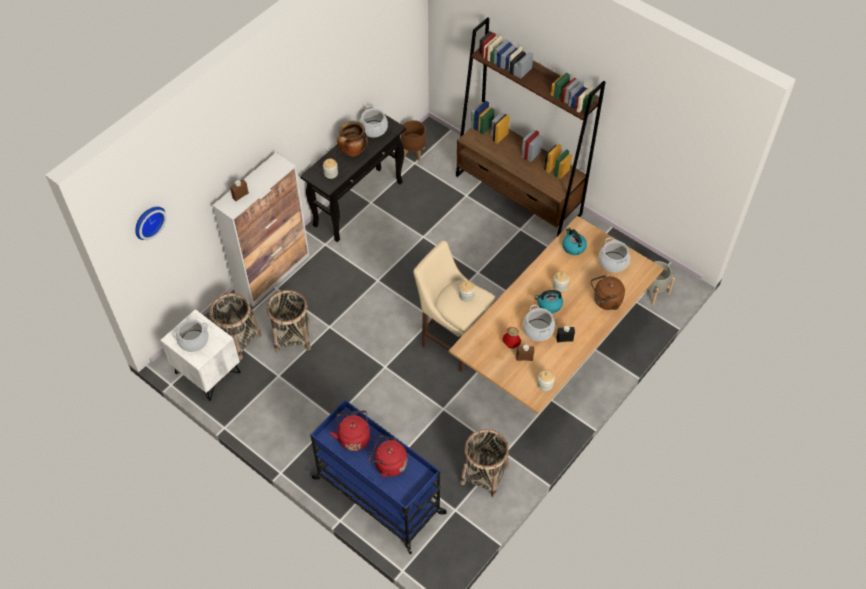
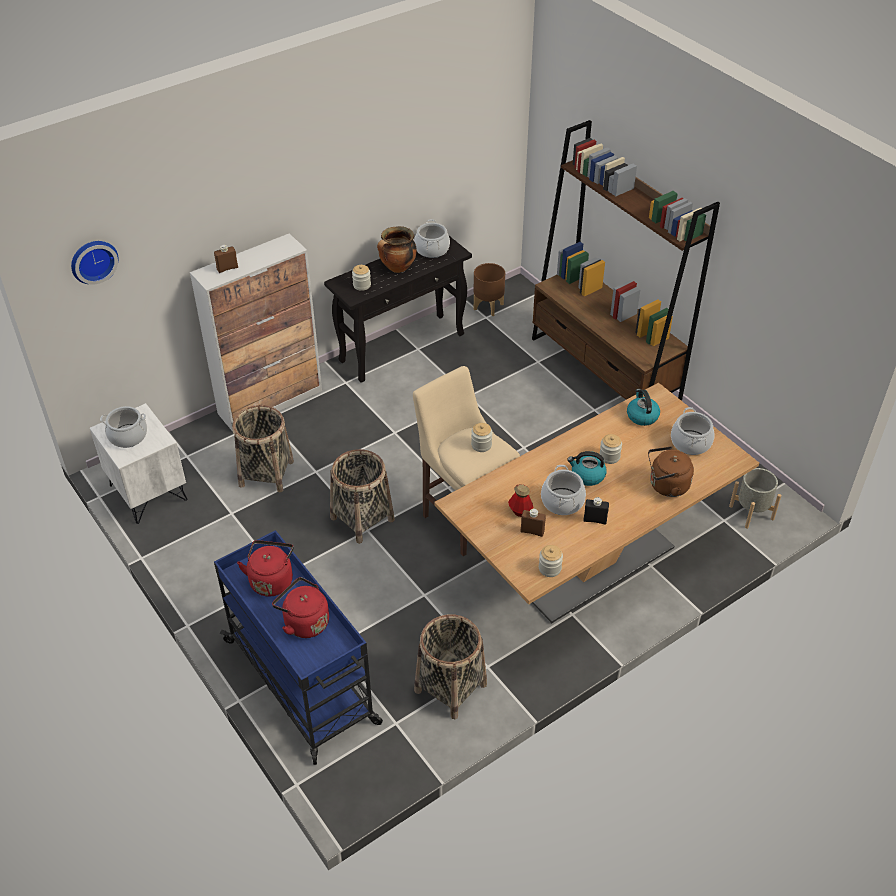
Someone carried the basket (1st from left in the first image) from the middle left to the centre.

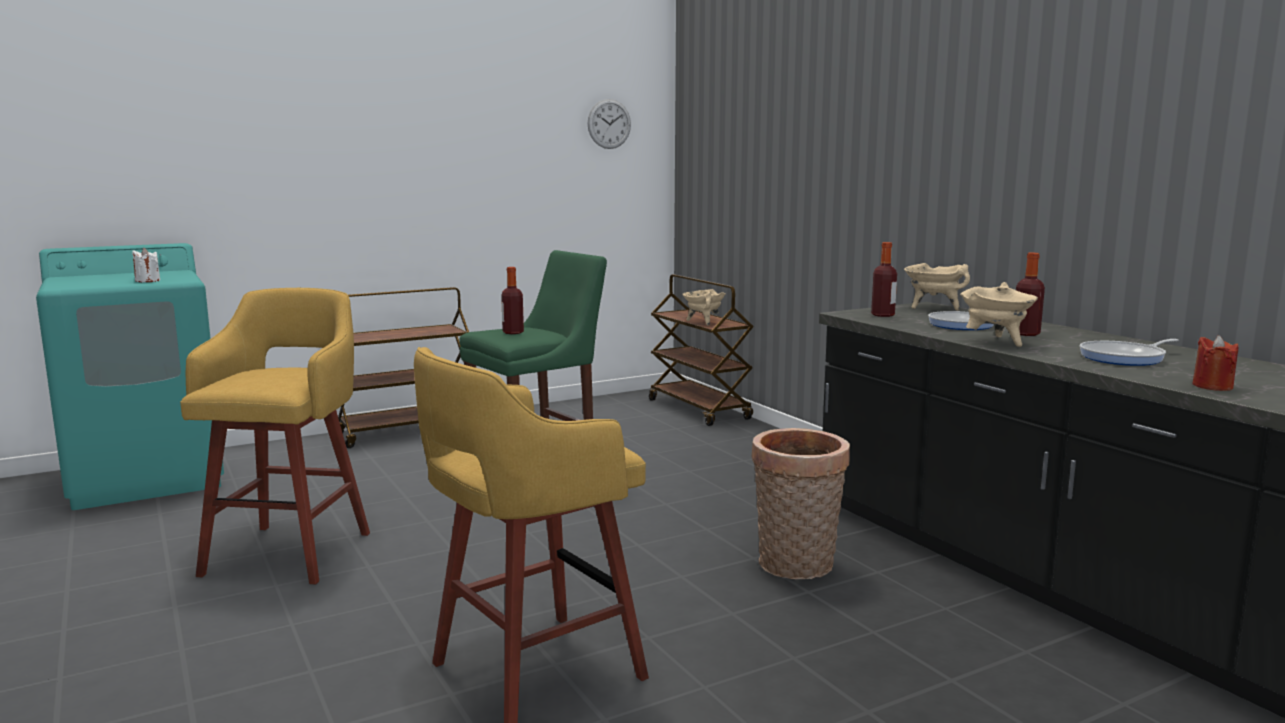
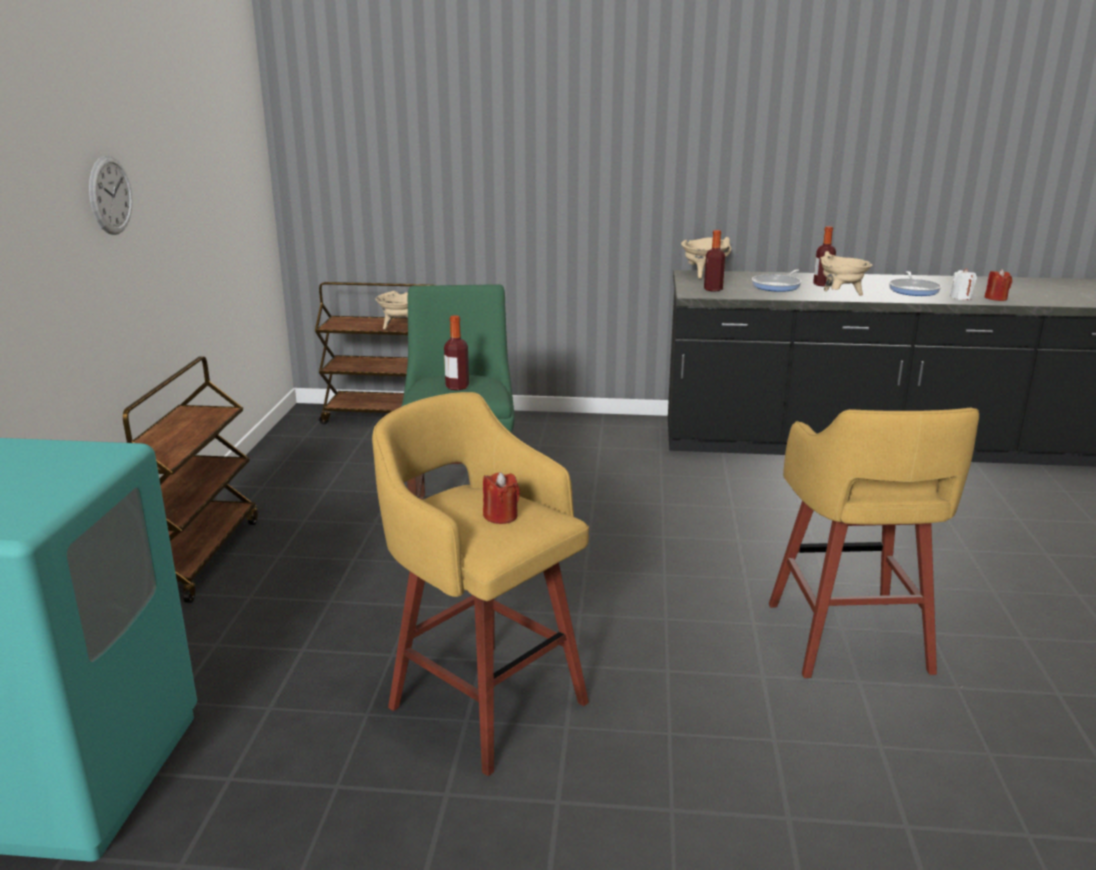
Someone carried the hanging clock from the top centre to the top left. Someone carried the wax candle/white from the middle left to the top right. Someone took away the basket at the bottom centre. Someone put down the wax candle/red-coloured (1st from left) at the centre.

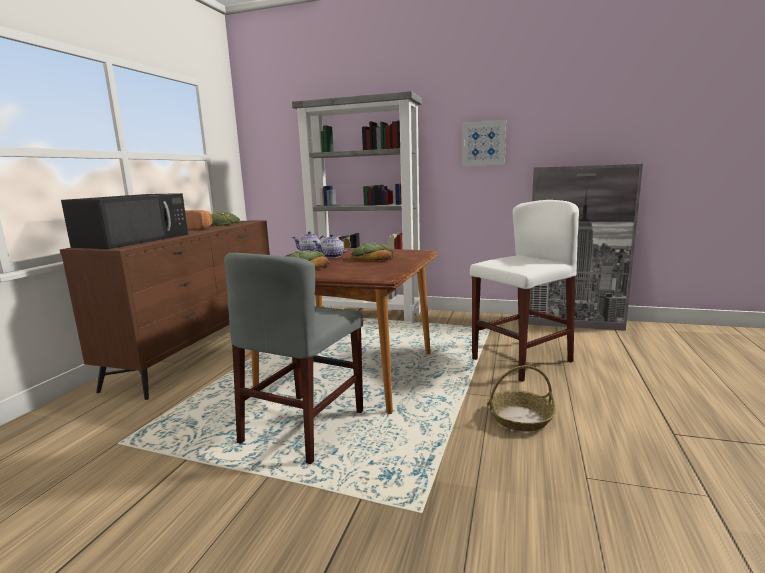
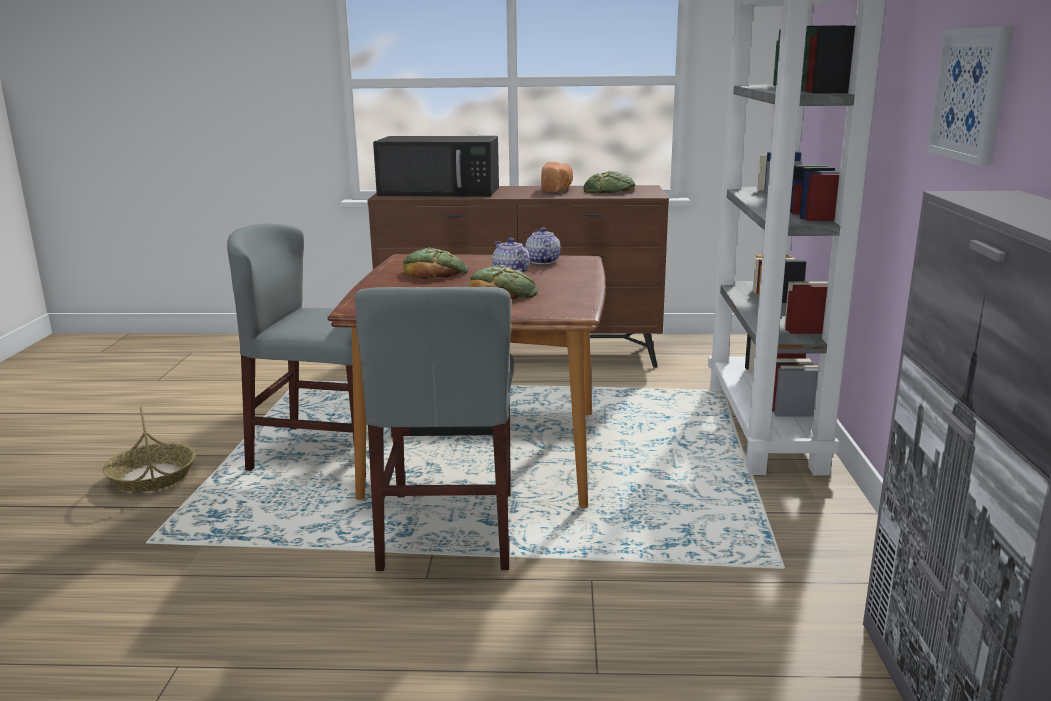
Someone took away the stool seat/white at the middle right. Someone carried the basket from the bottom right to the middle left. Someone put down the upright chair/greyish (2nd from left) at the centre.

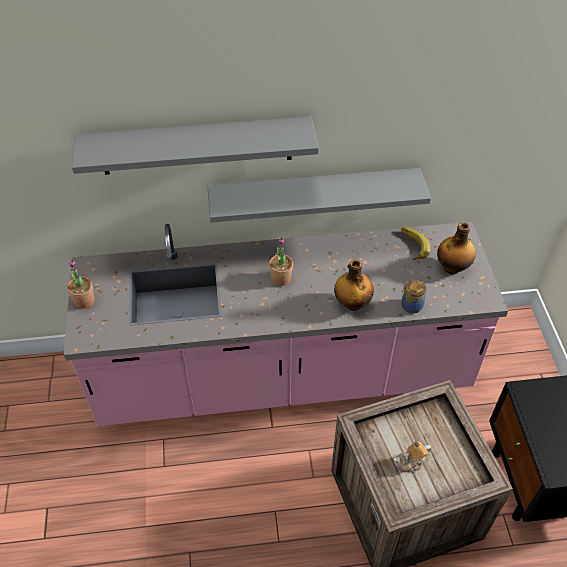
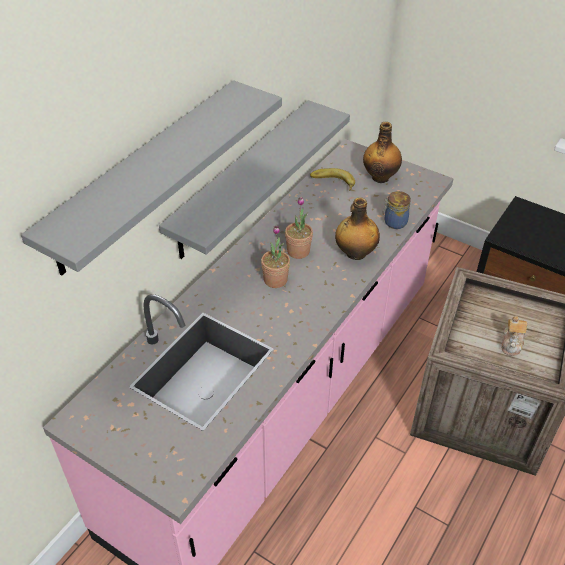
Someone carried the houseplant (1st from left in the first image) from the middle left to the centre.

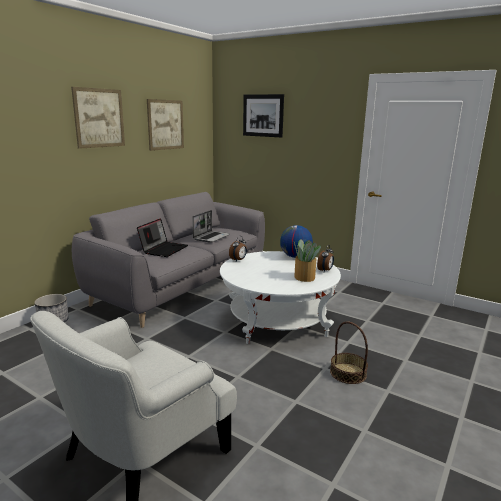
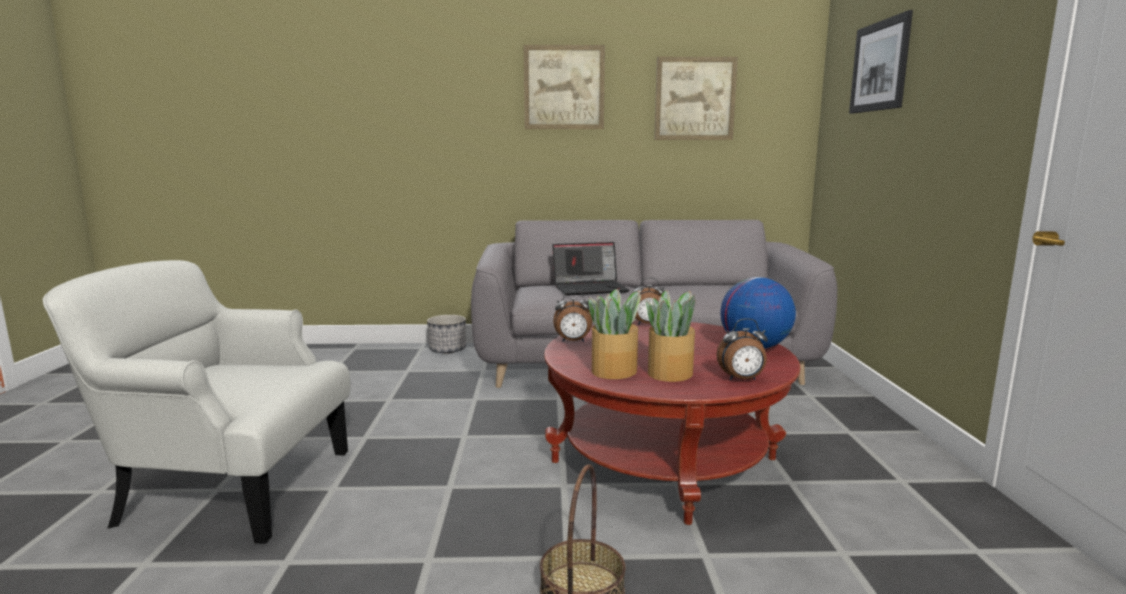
Someone took away the notebook computer (2nd from left) at the centre. Someone repainted the coffee table/white at the centre, which became the coffee table/red-coloured at the bottom centre. Someone put down the houseplant (1st from left) at the centre. Someone put down the bedside clock (1st from left) at the centre.

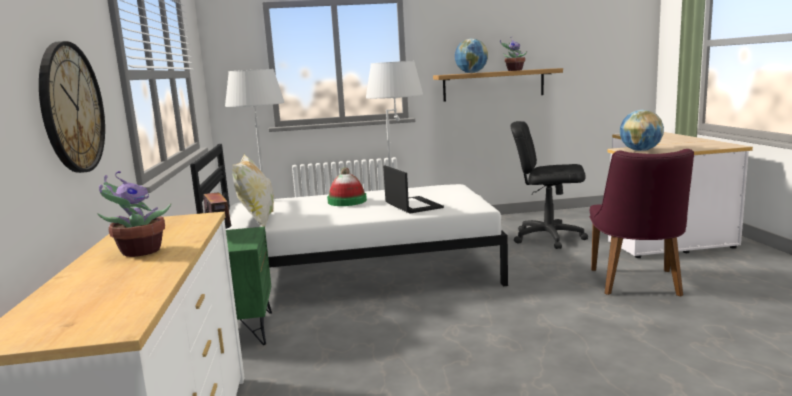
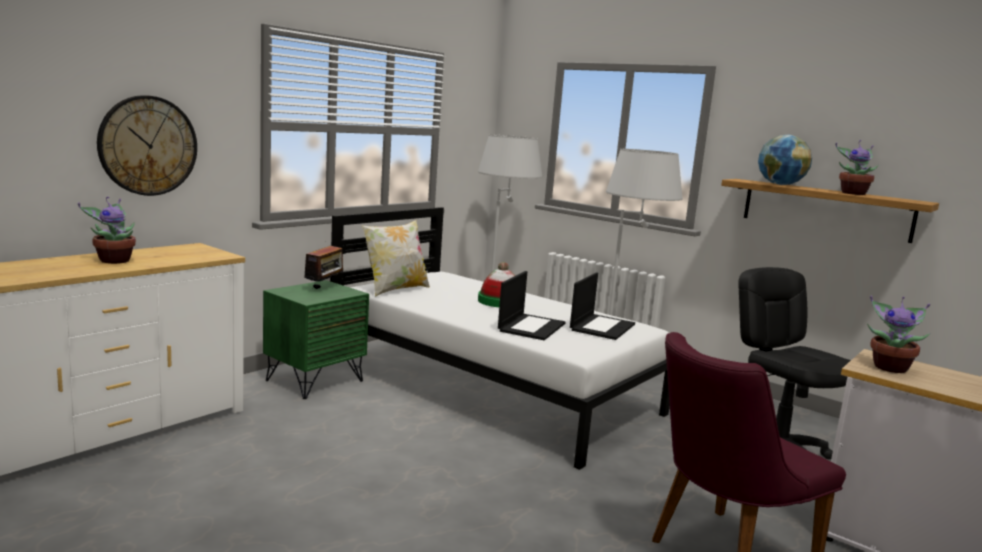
Someone swapped the globe (2nd from left) at the top right for the houseplant (3rd from left) at the middle right. Someone put down the notebook computer (2nd from left) at the centre.

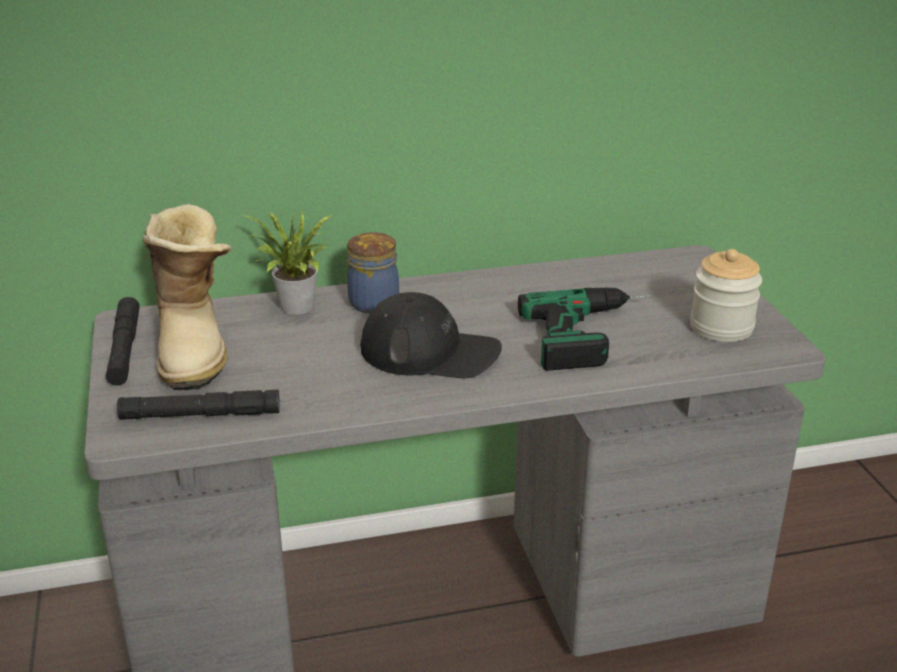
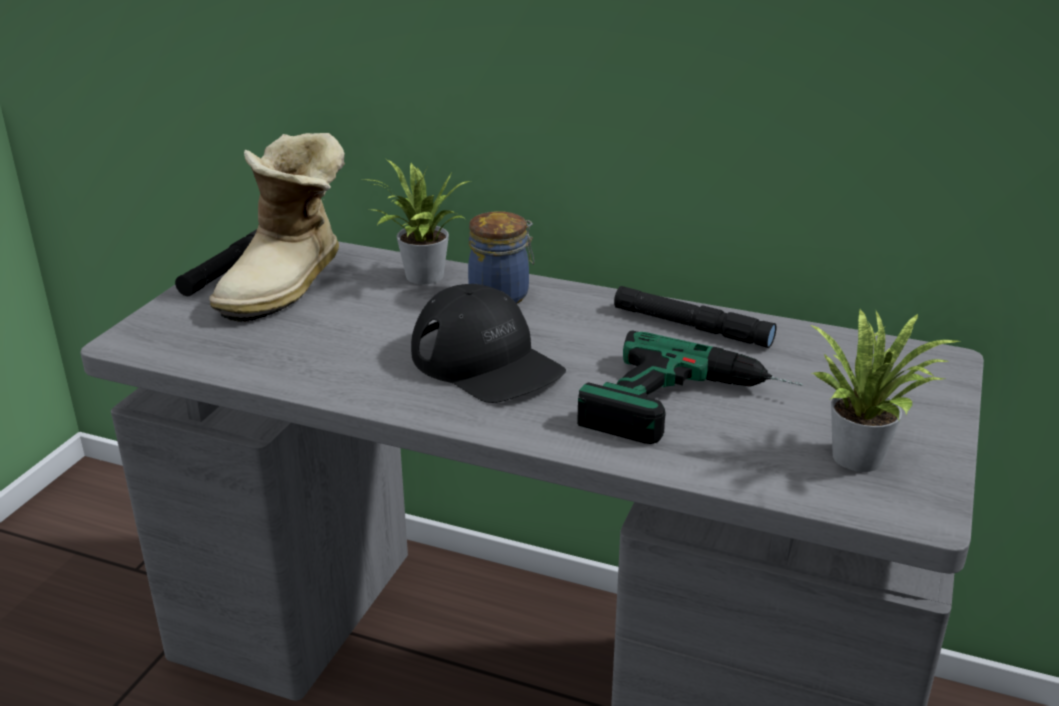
Someone swapped the storage jar (2nd from left) at the middle right for the houseplant (2nd from left) at the middle right. Someone carried the hand torch/black-coloured (2nd from left) from the middle left to the centre.

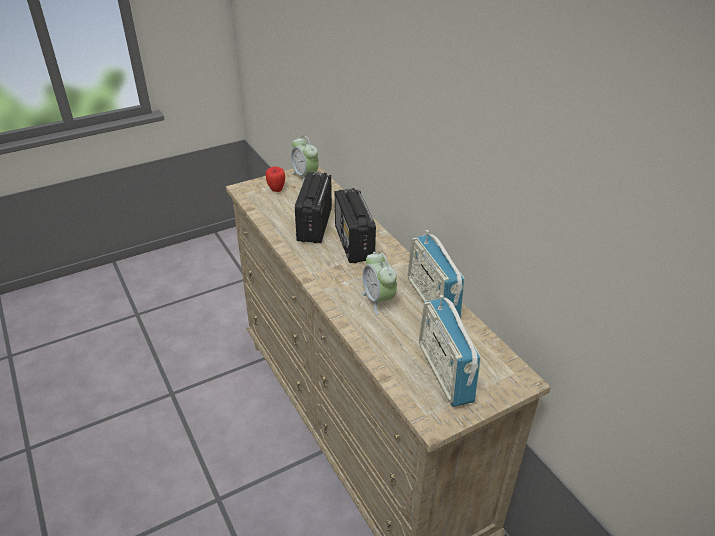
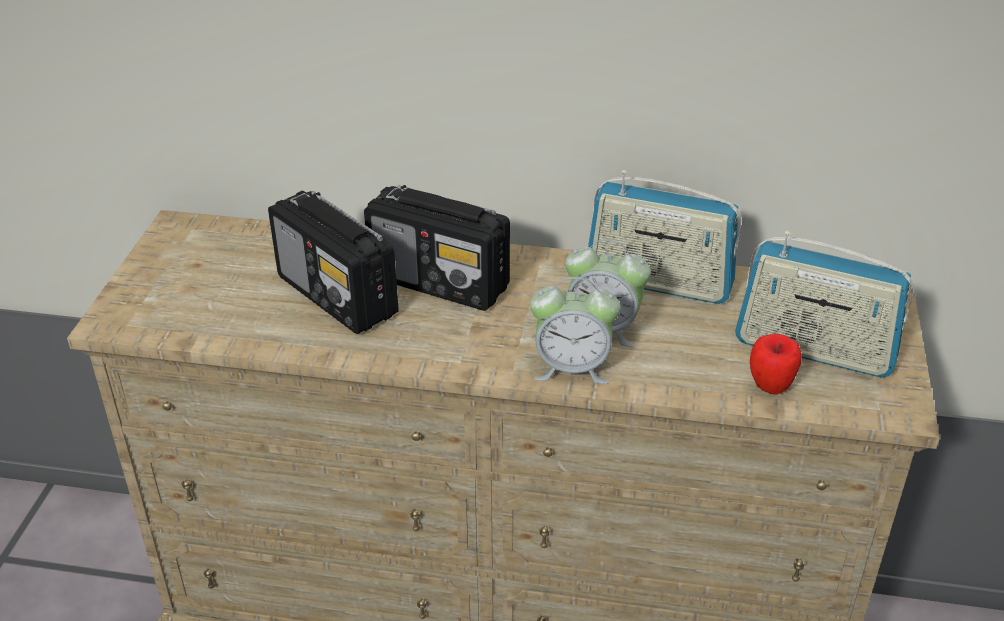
Someone carried the bedside clock (1st from left) from the top centre to the centre. Someone carried the apple from the centre to the middle right.

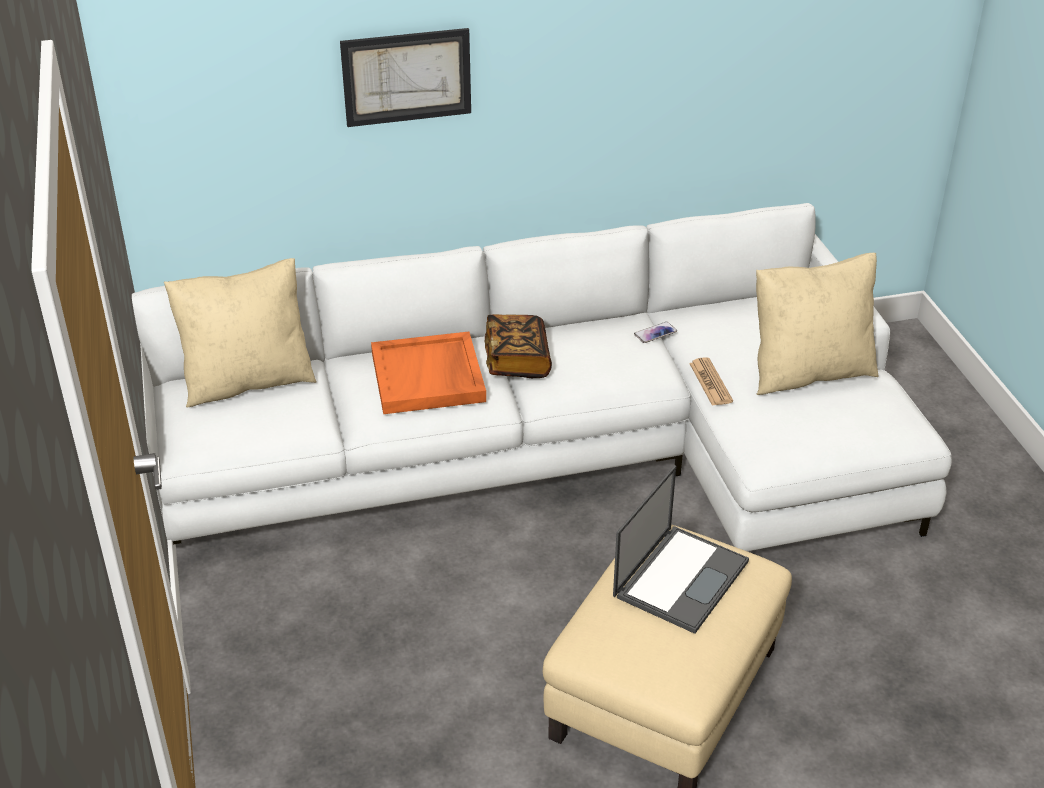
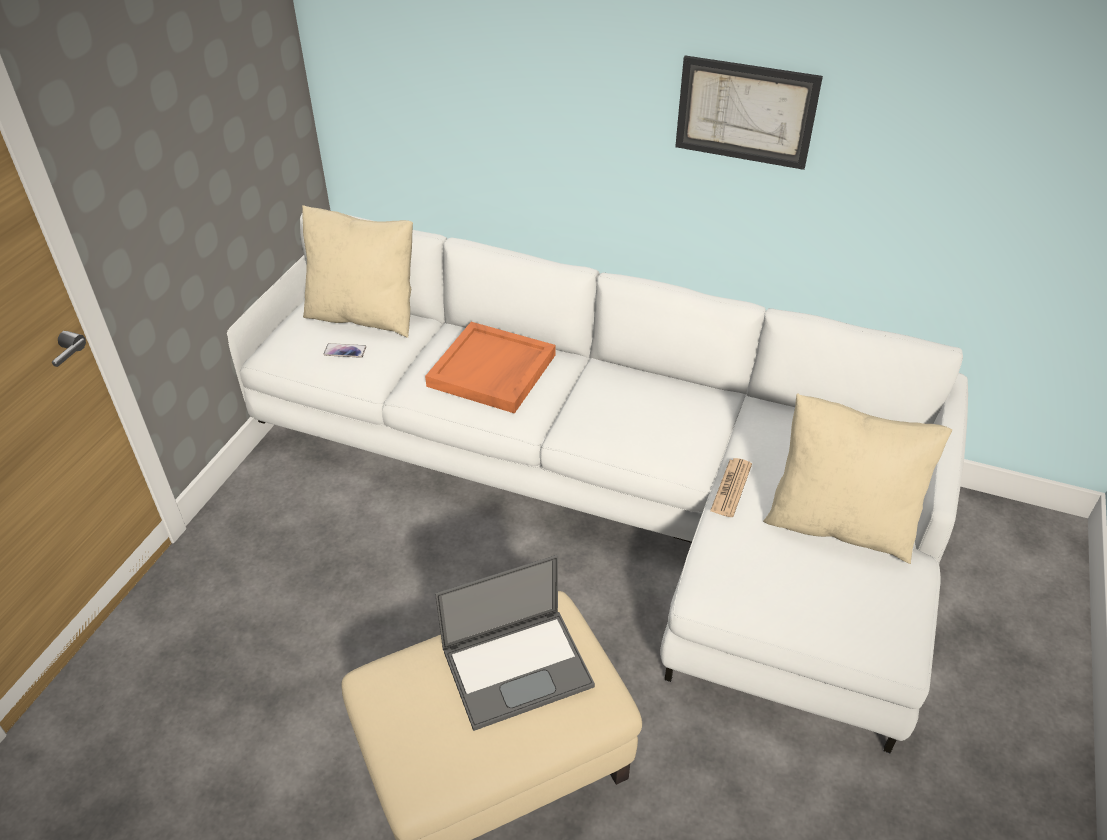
Someone carried the picture from the top centre to the top right. Someone took away the bound book at the centre. Someone carried the phone from the centre to the middle left.

